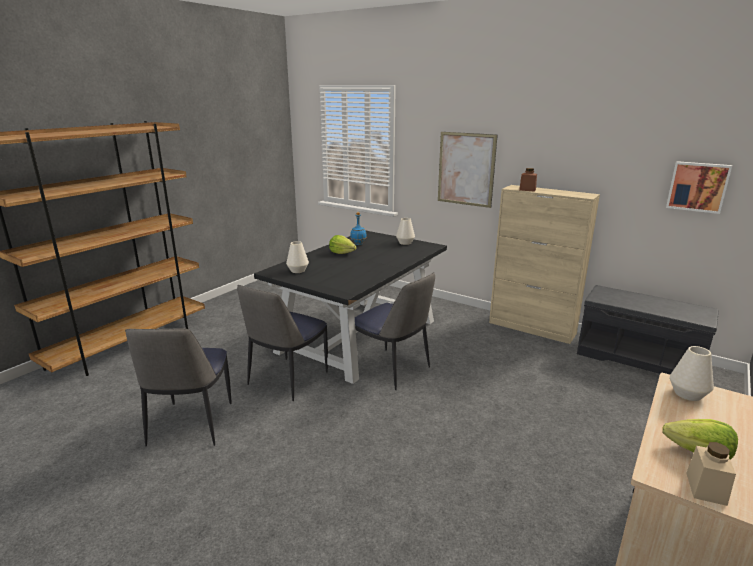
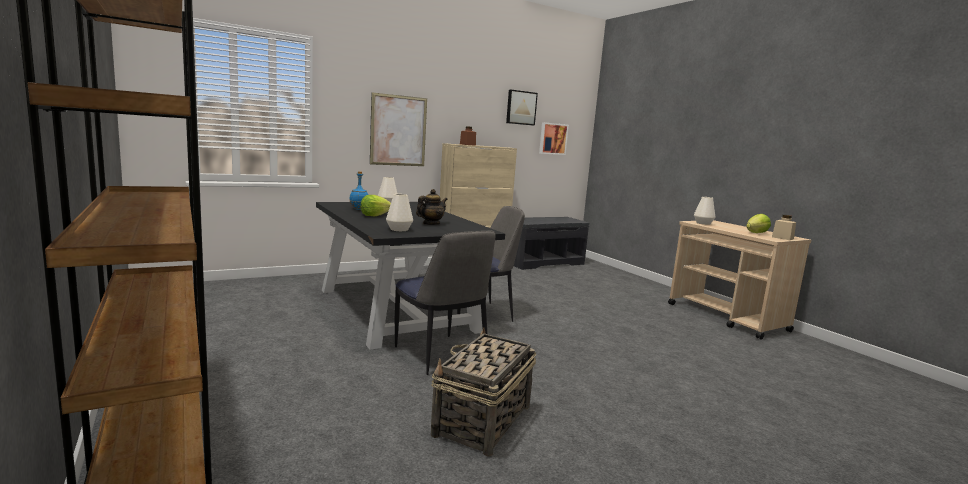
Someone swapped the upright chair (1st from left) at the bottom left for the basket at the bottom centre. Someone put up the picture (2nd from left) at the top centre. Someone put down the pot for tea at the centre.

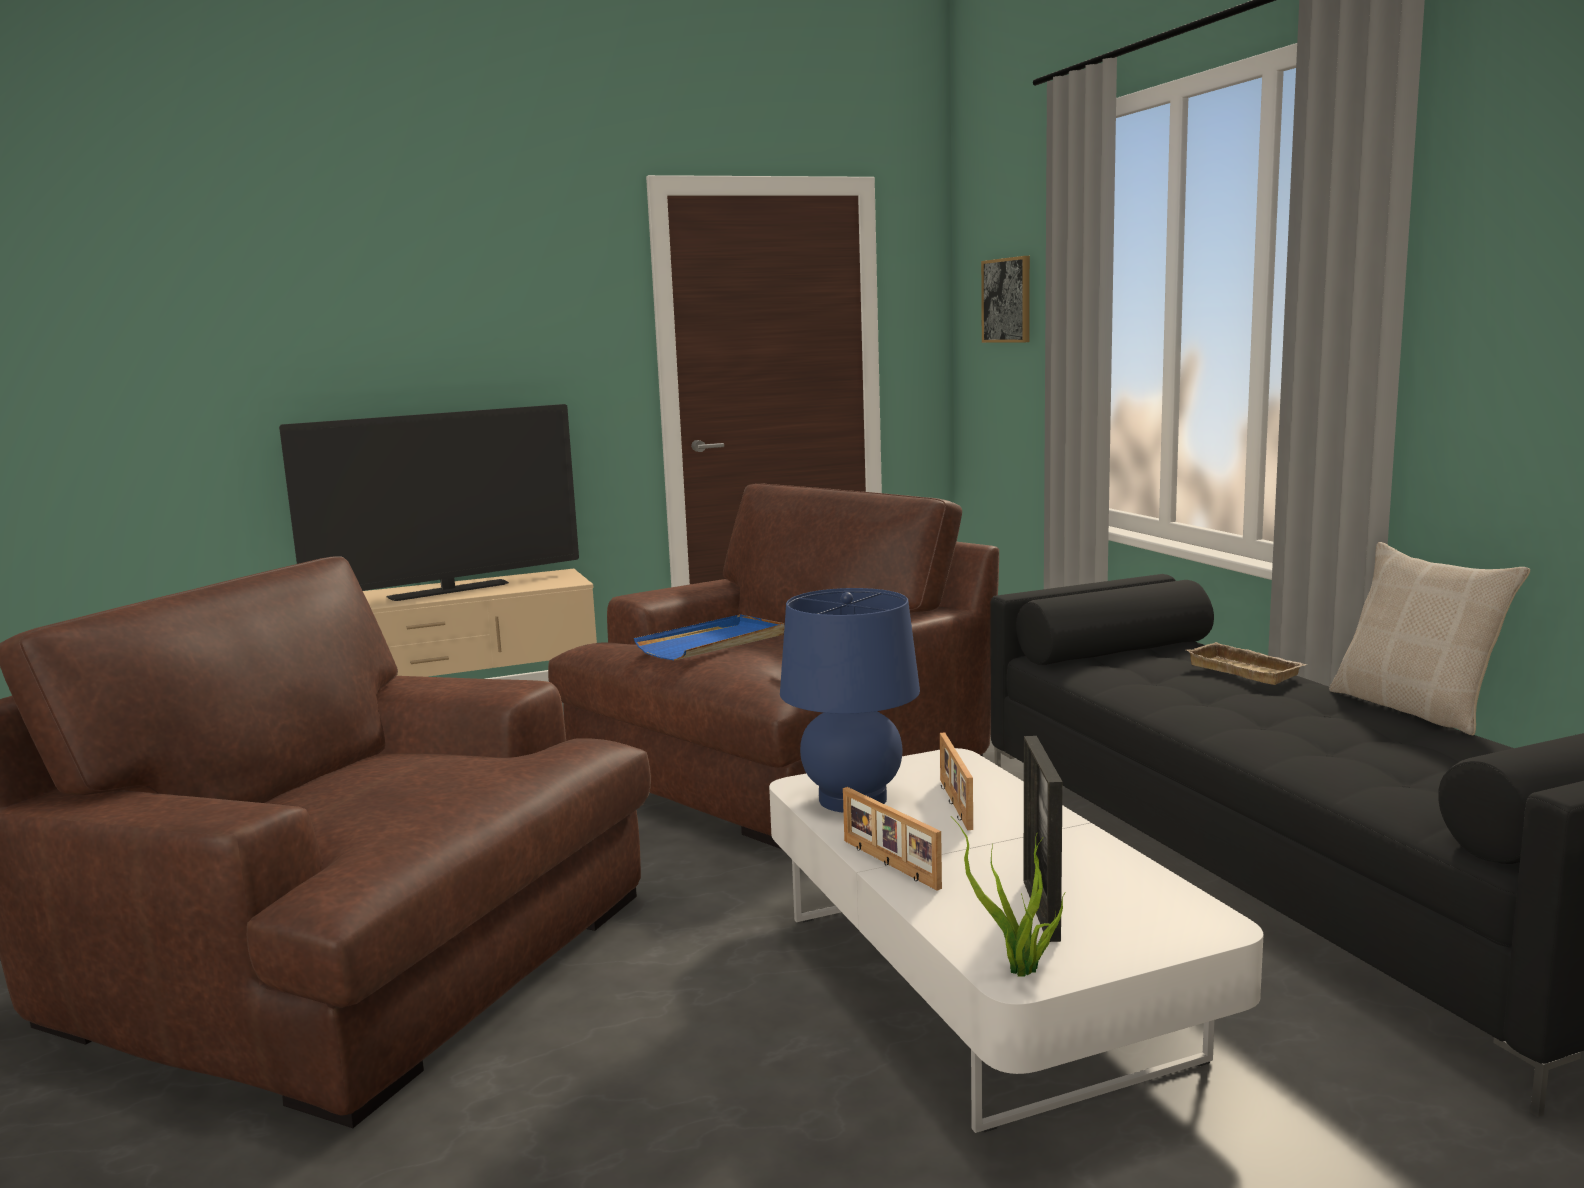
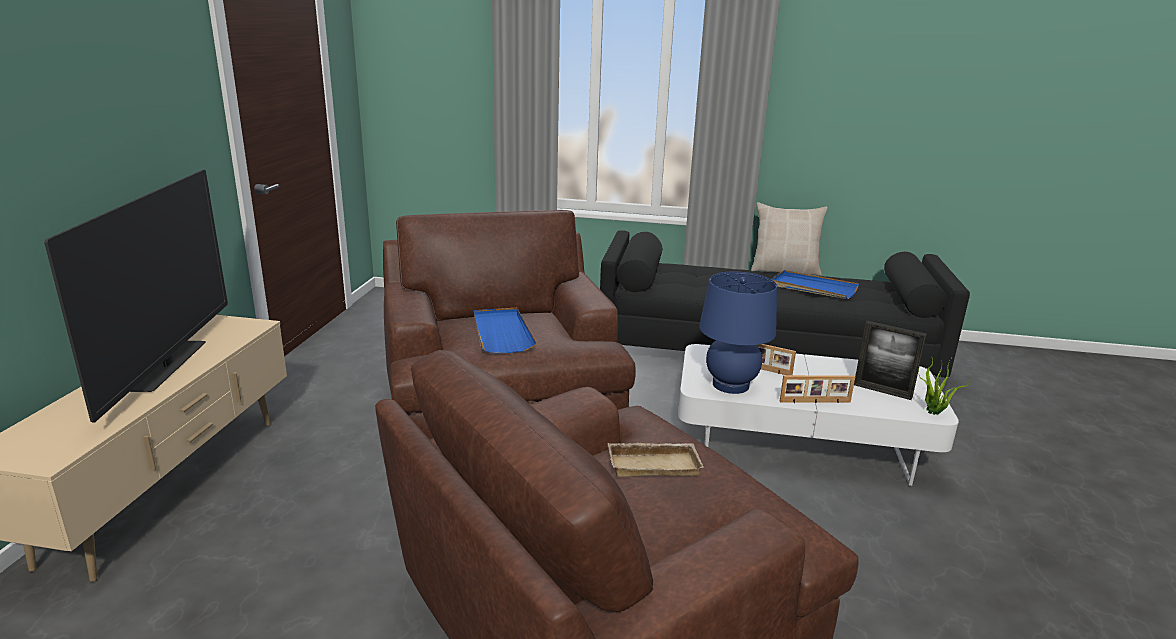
Someone took away the picture at the top centre. Someone carried the tray/beige-coloured from the middle right to the bottom centre. Someone put down the tray/bluish (2nd from left) at the middle right.

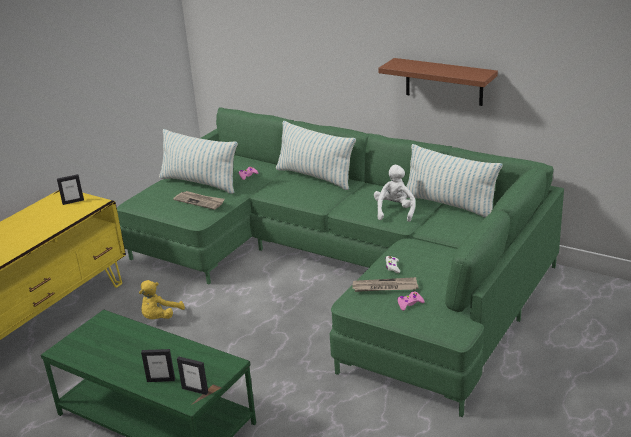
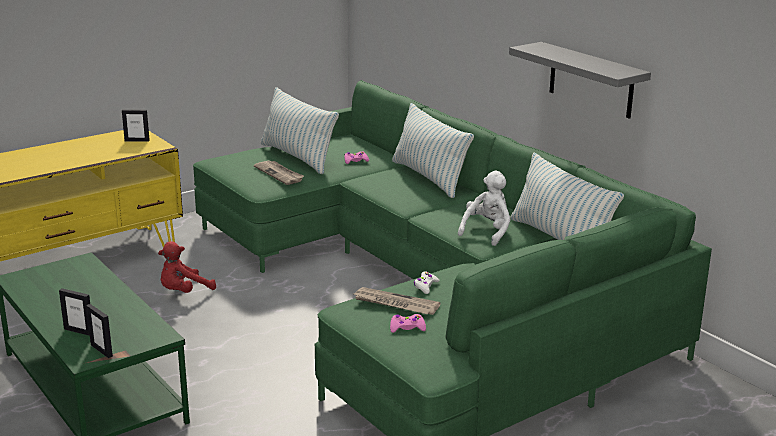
Someone repainted the shelf/brownish at the top right, which became the shelf/greyish at the top right. Someone repainted the plush toy/yellowish at the bottom left, which became the plush toy/red-coloured at the middle left.

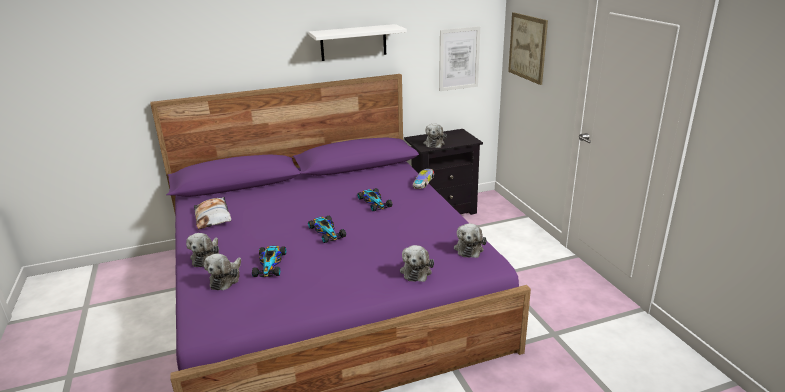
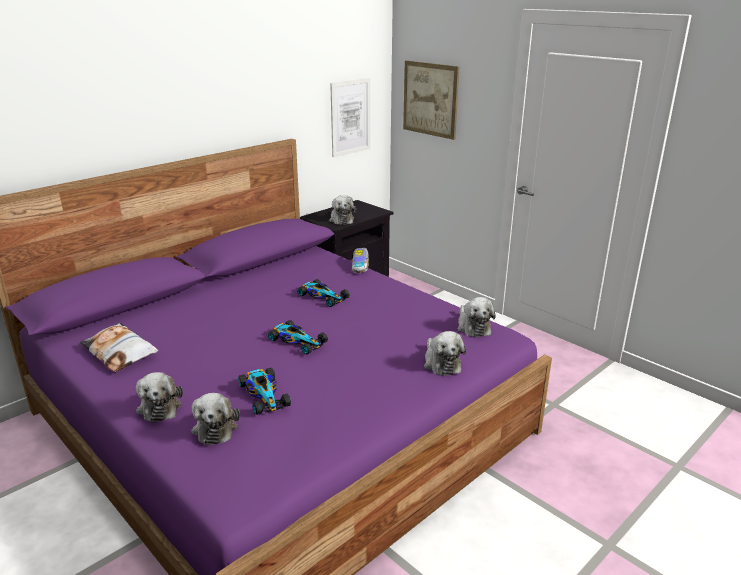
Someone took away the shelf/white at the top centre.

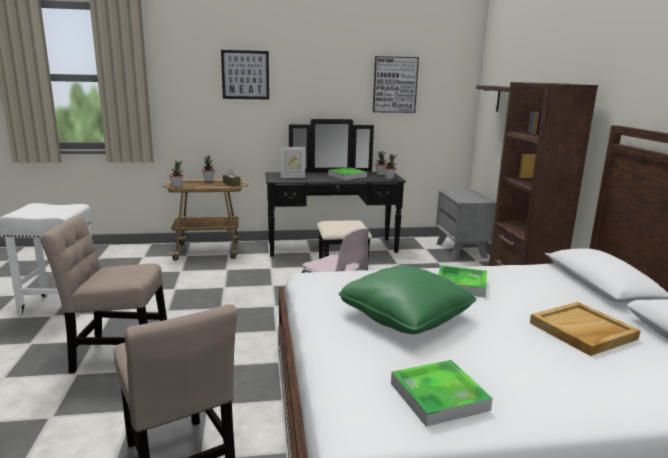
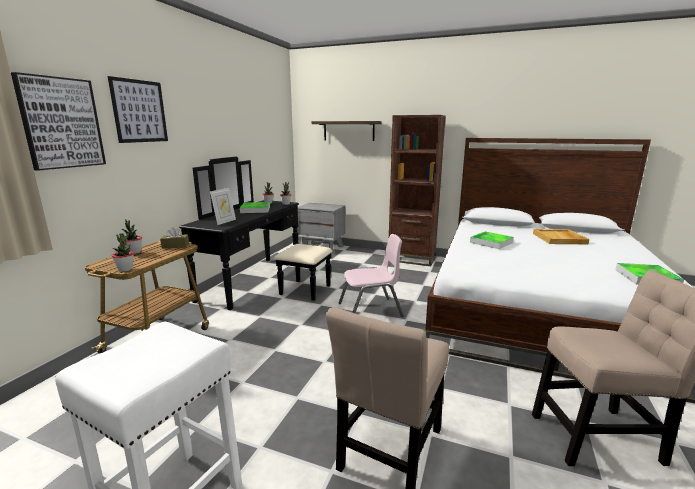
Someone carried the picture (2nd from left in the first image) from the top centre to the top left. Someone took away the pillow/green at the centre.

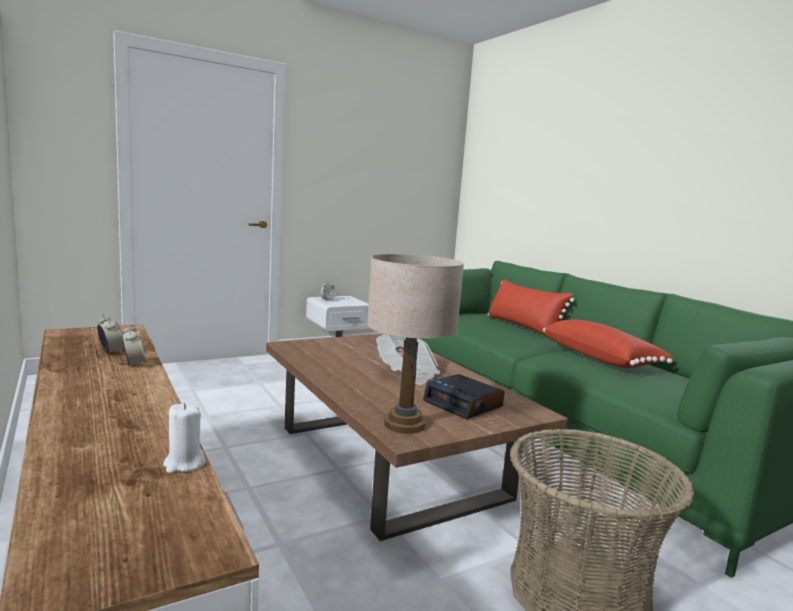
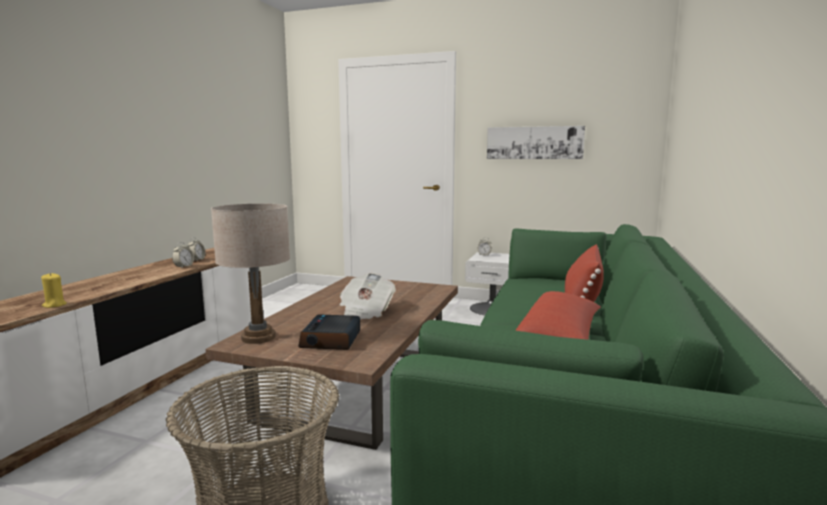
Someone repainted the wax candle/white at the bottom left, which became the wax candle/yellowish at the middle left. Someone put up the picture at the top centre.

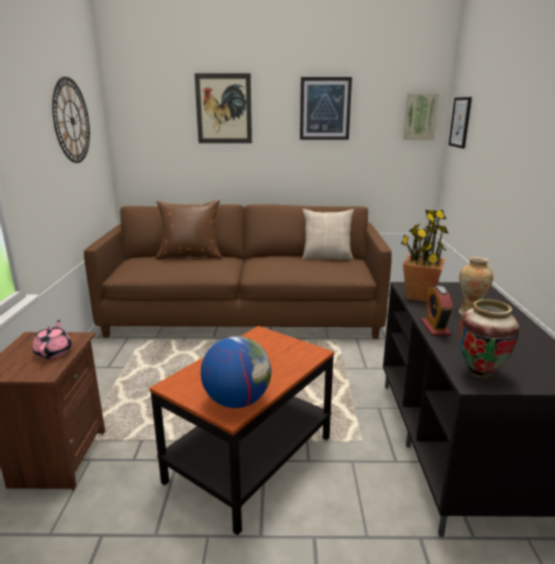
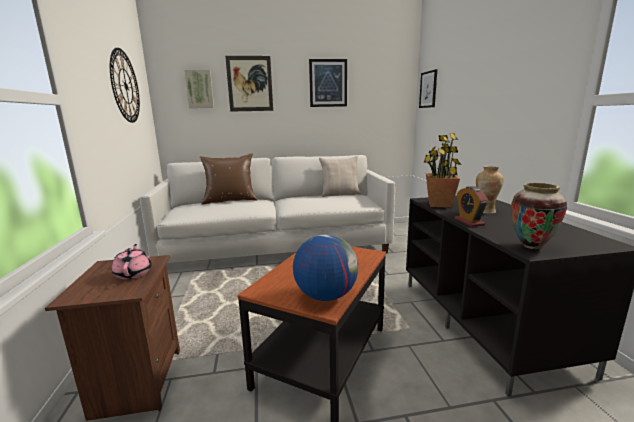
Someone carried the picture (3rd from left in the first image) from the top right to the top left. Someone repainted the settee/brownish at the centre, which became the settee/white at the centre.

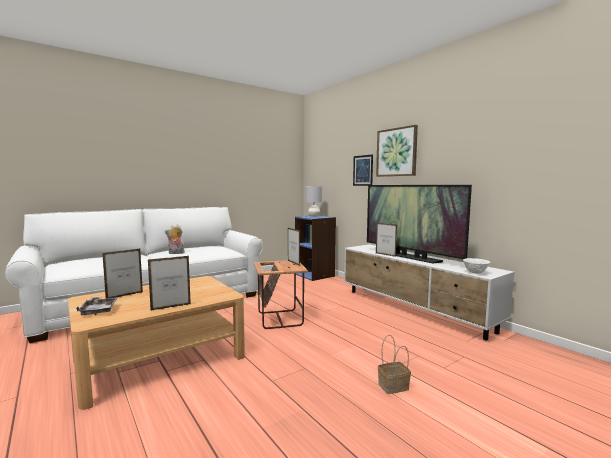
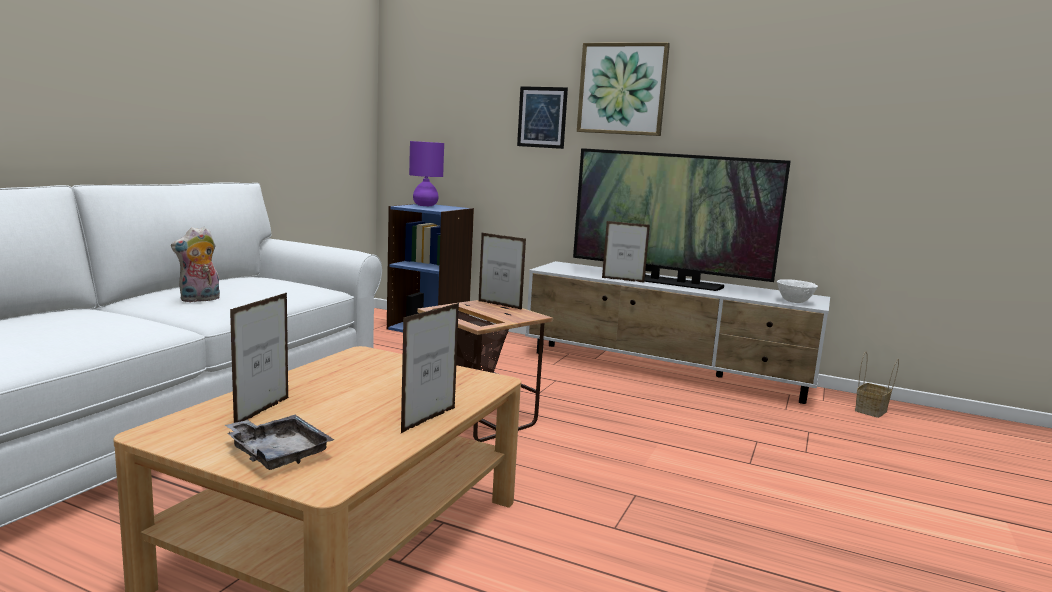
Someone repainted the table lamp/greyish at the centre, which became the table lamp/purple-coloured at the top centre. Someone carried the basket from the bottom centre to the middle right.

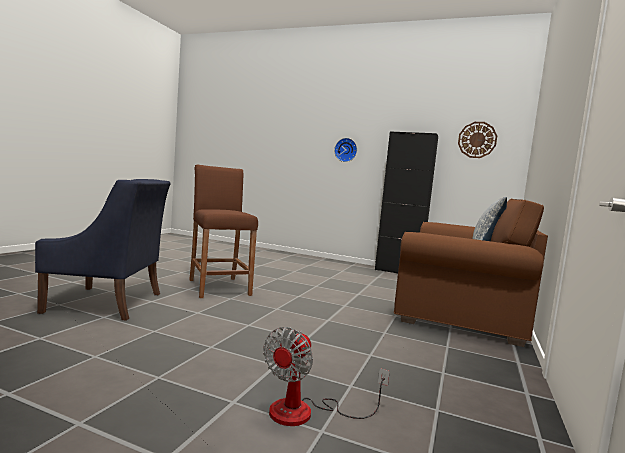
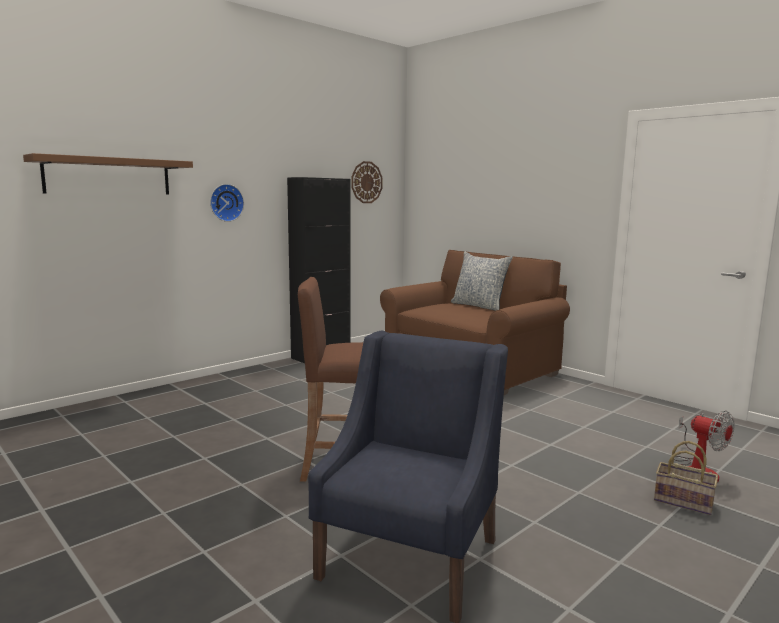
Someone put up the shelf/brownish at the top left. Someone put down the basket at the bottom right.

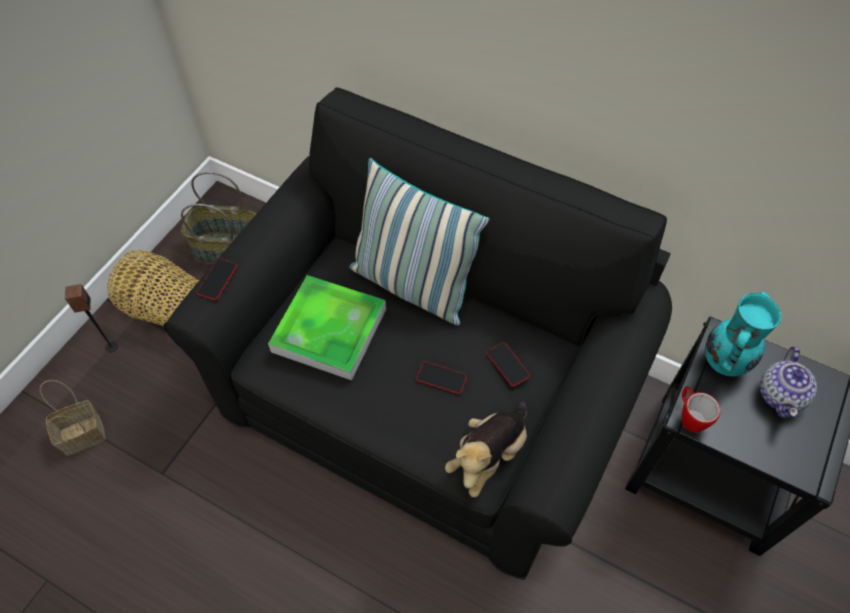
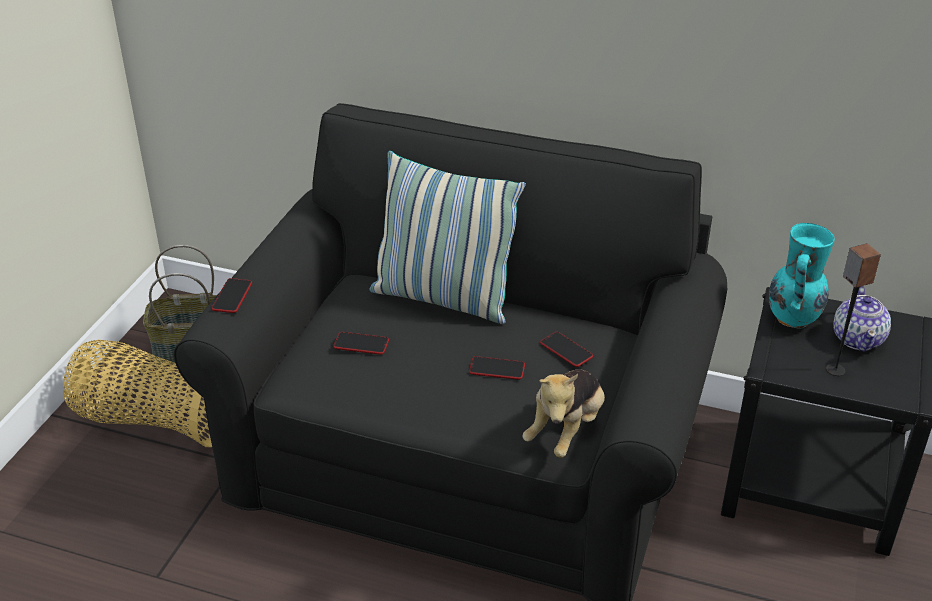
Someone swapped the tray at the centre for the phone (2nd from left) at the centre. Someone carried the audio speaker from the middle left to the middle right. Someone took away the basket (1st from left) at the bottom left. Someone took away the tea mug at the bottom right.

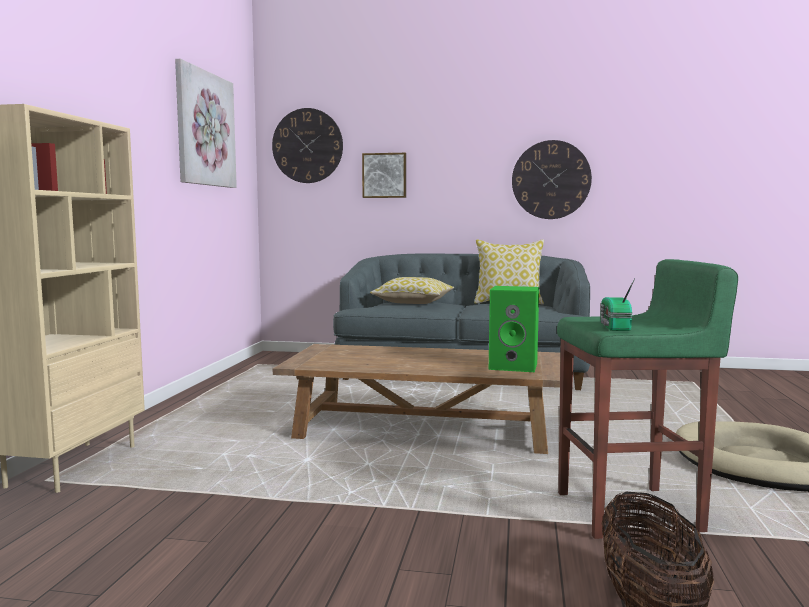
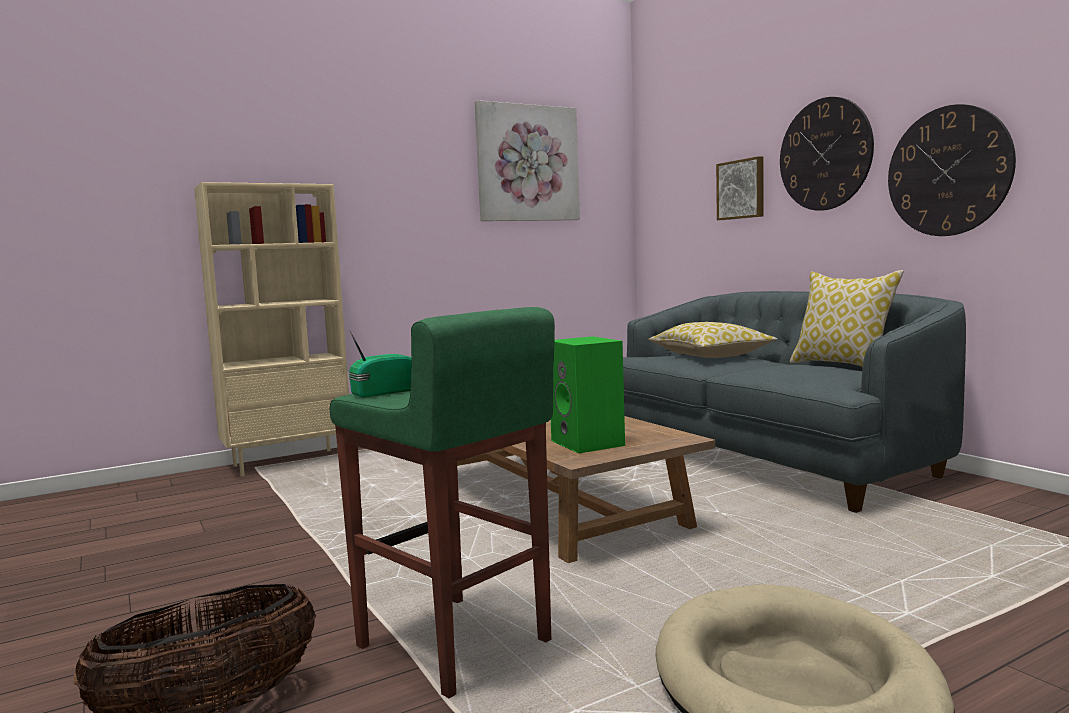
Someone carried the hanging clock (1st from left) from the top centre to the top right.

